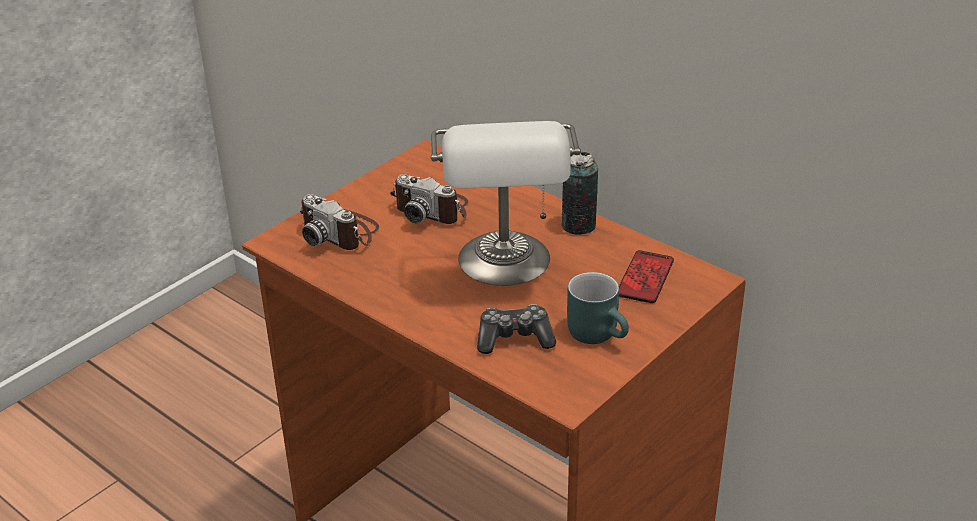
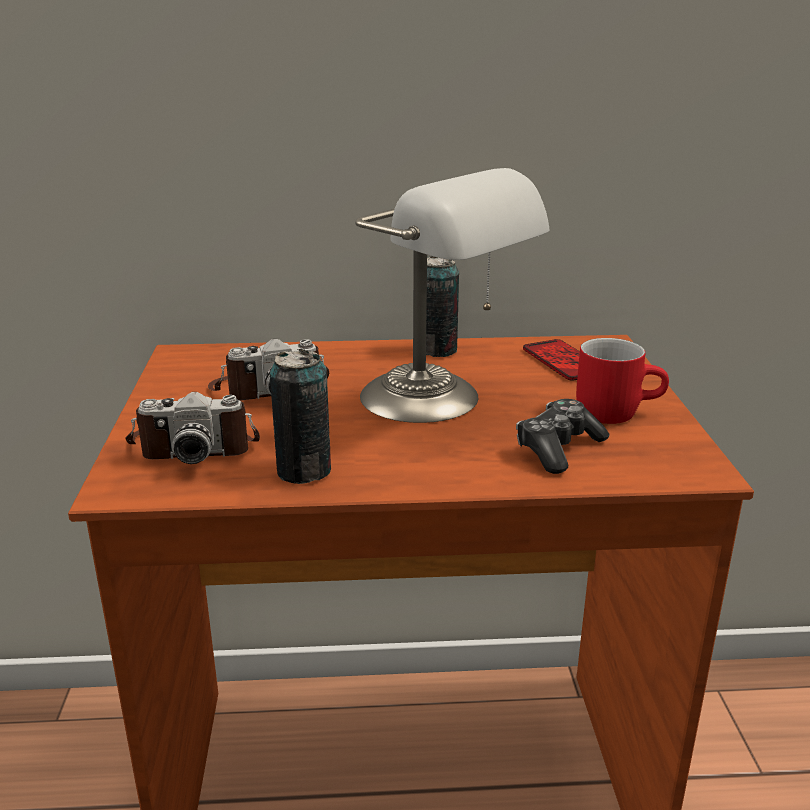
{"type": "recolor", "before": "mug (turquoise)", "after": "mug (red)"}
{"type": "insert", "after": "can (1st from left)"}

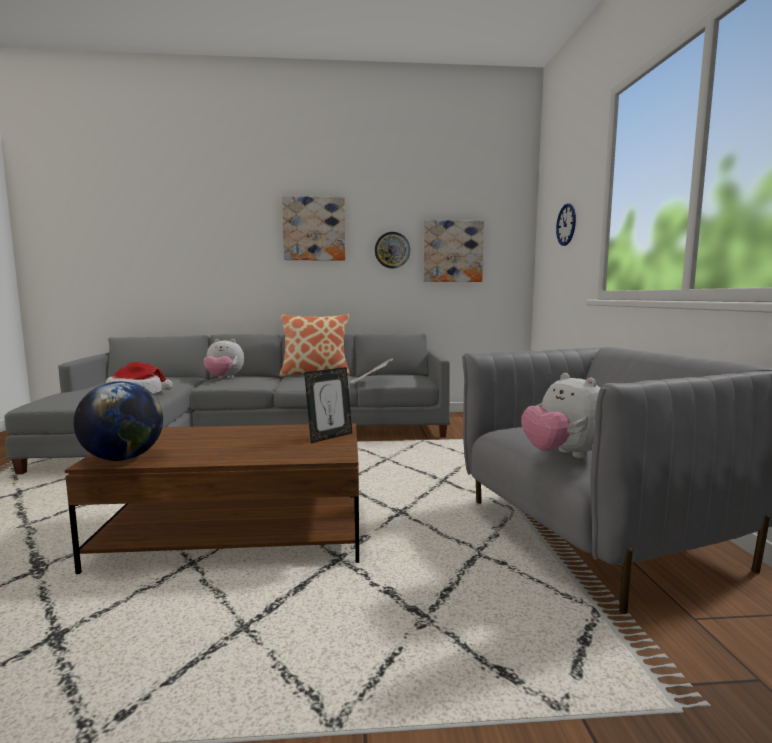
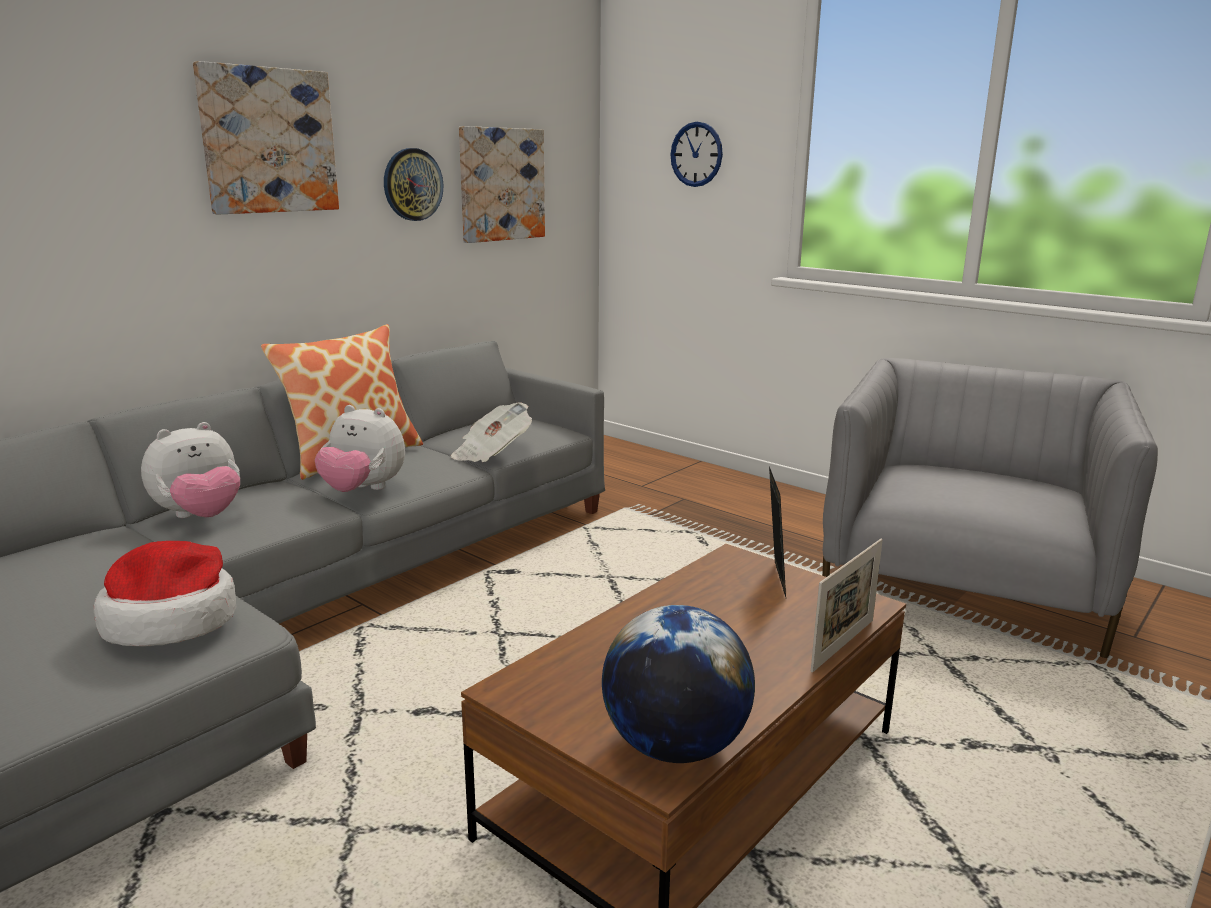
{"type": "move", "before": "plush toy (2nd from left)"}
{"type": "insert", "after": "picture frame (2nd from left)"}

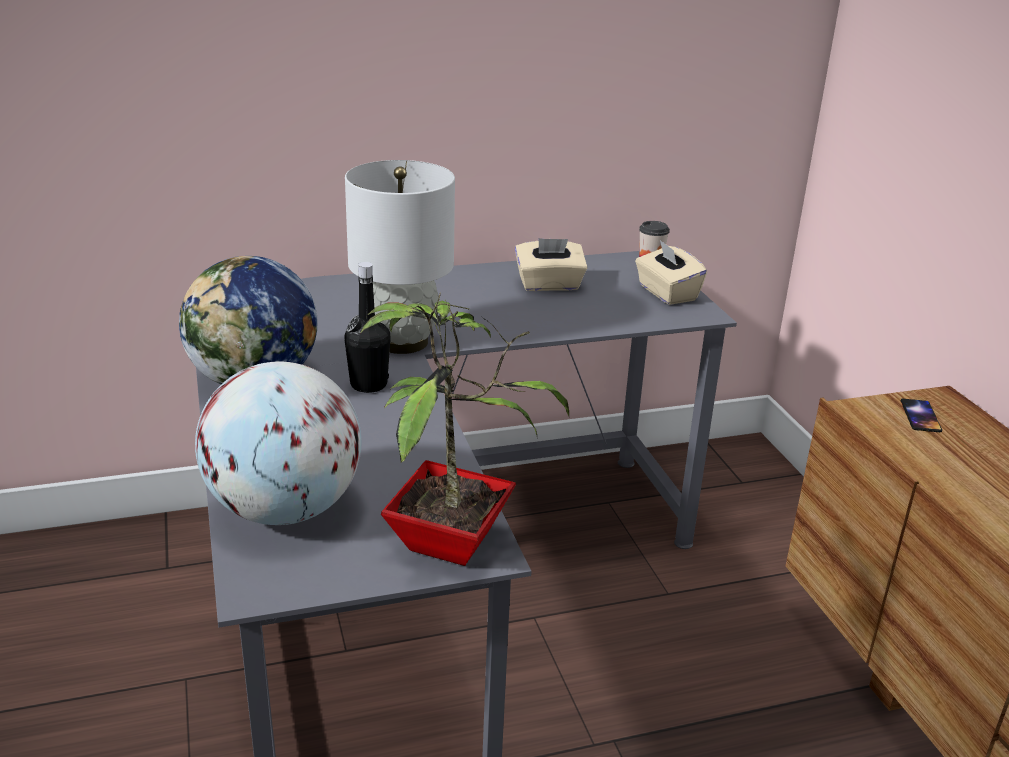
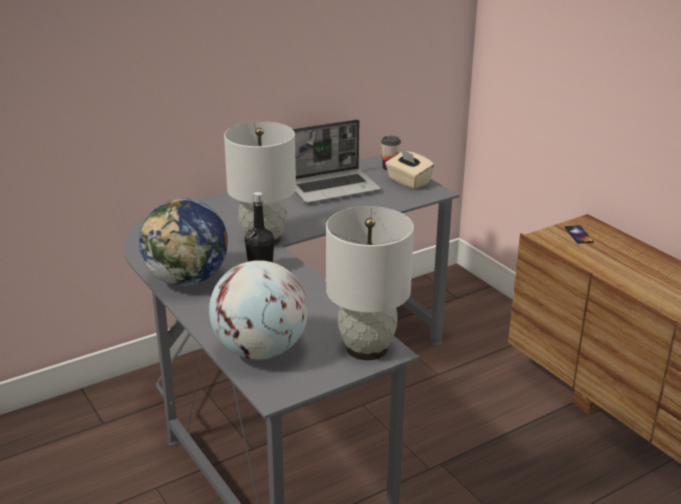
{"type": "replace", "before": "tissue box (beige) (1st from left)", "after": "laptop"}
{"type": "replace", "before": "potted plant", "after": "table lamp (white) (2nd from left)"}

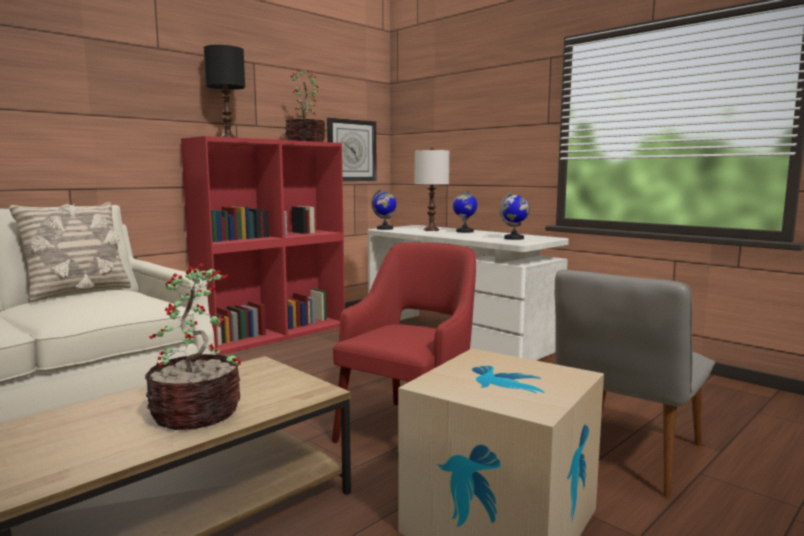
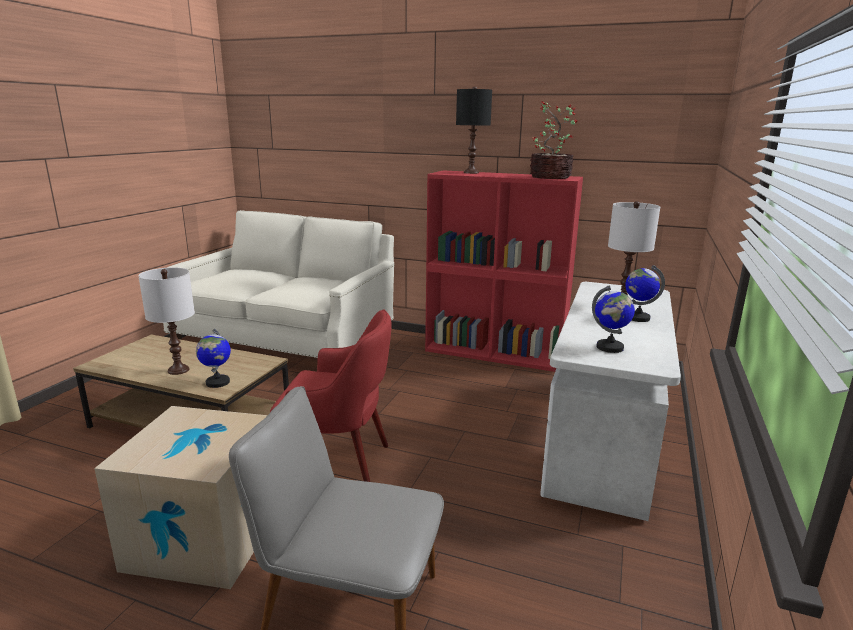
{"type": "delete", "before": "wall clock"}
{"type": "move", "before": "globe (1st from left)"}
{"type": "delete", "before": "pillow (beige)"}
{"type": "replace", "before": "potted plant (1st from left)", "after": "table lamp (white) (1st from left)"}

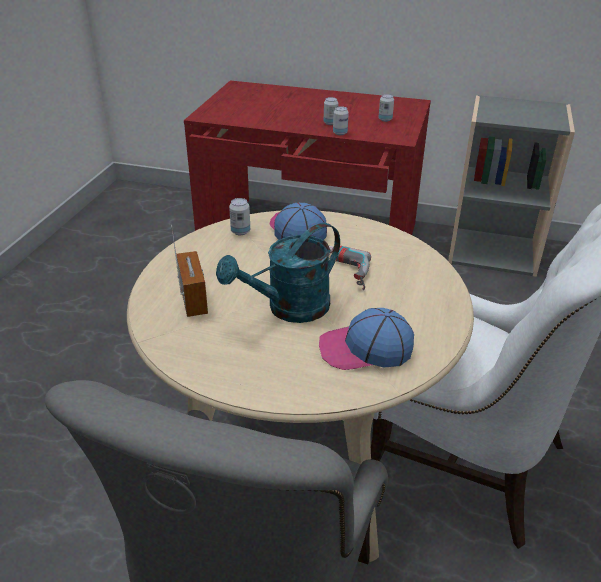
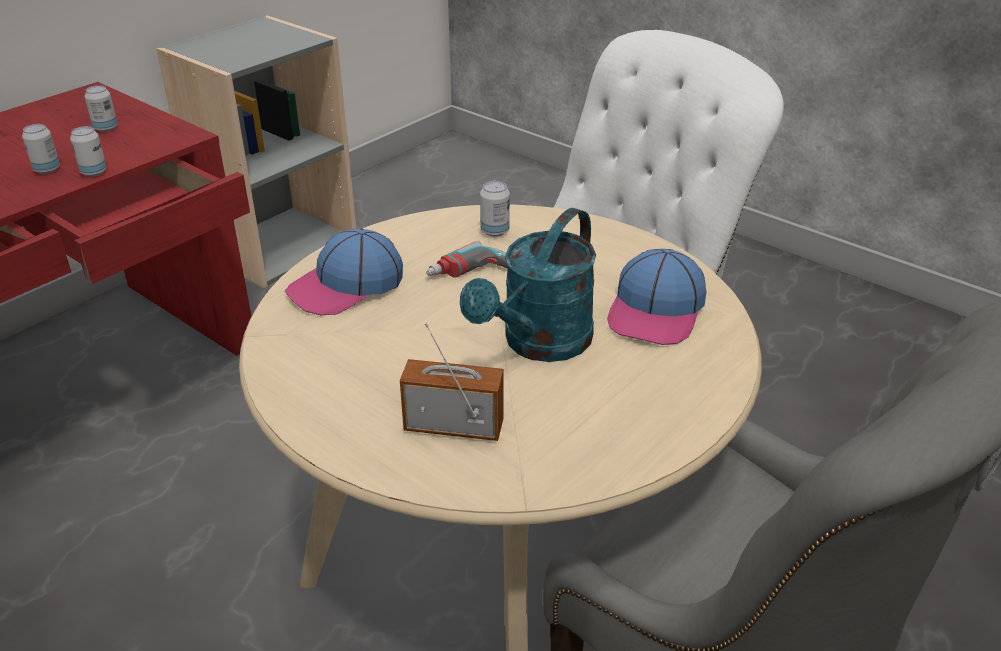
{"type": "move", "before": "can (1st from left in the first image)", "after": "can (4th from left)"}
{"type": "rotate", "before": "cap (1st from left)", "turn": -45}
{"type": "rotate", "before": "watering can (turquoise)", "turn": 45}

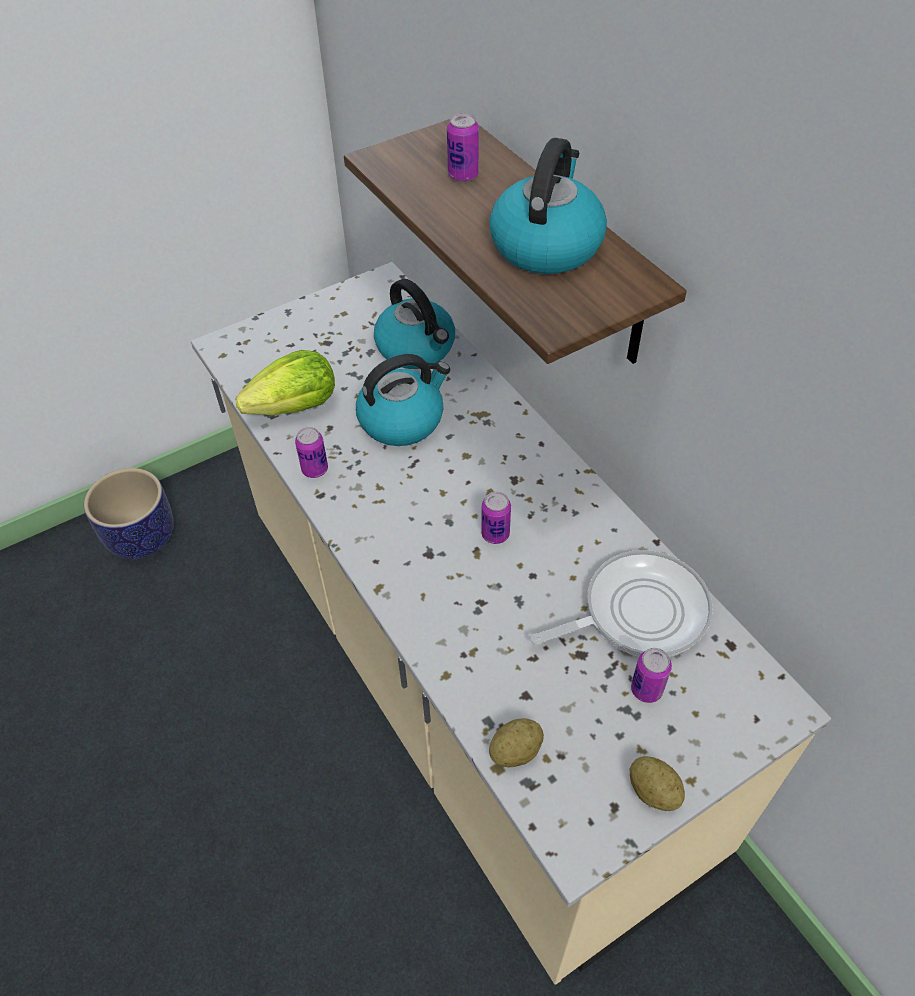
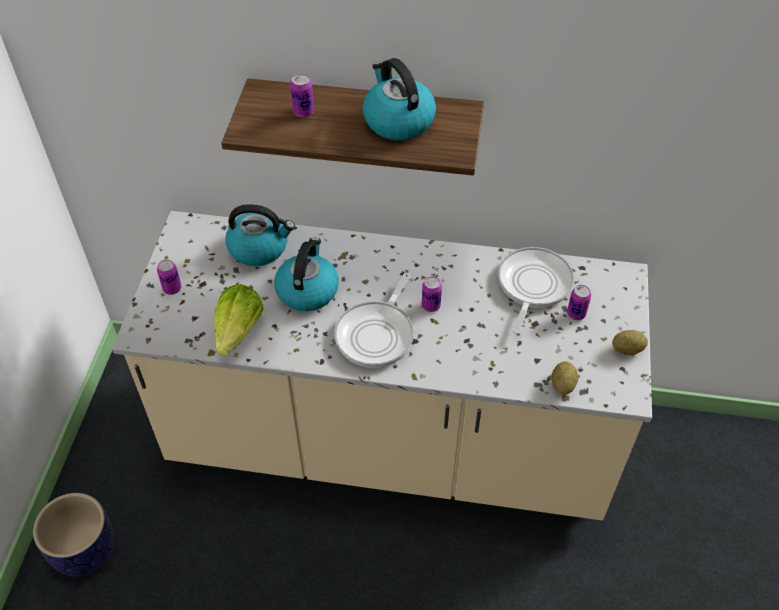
{"type": "move", "before": "can (1st from left)"}
{"type": "insert", "after": "frying pan (1st from left)"}

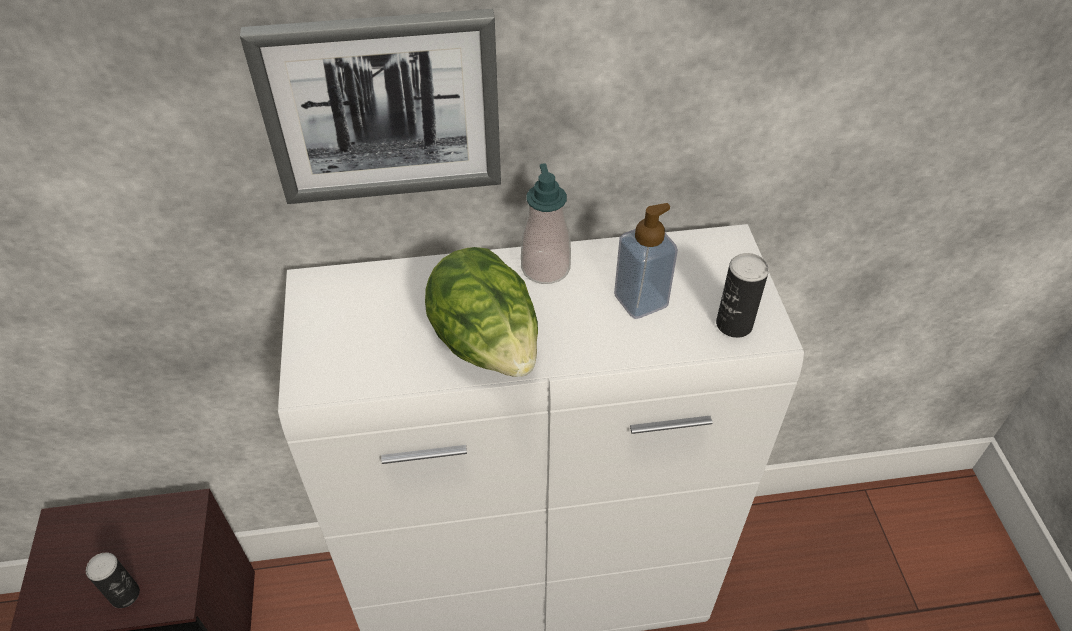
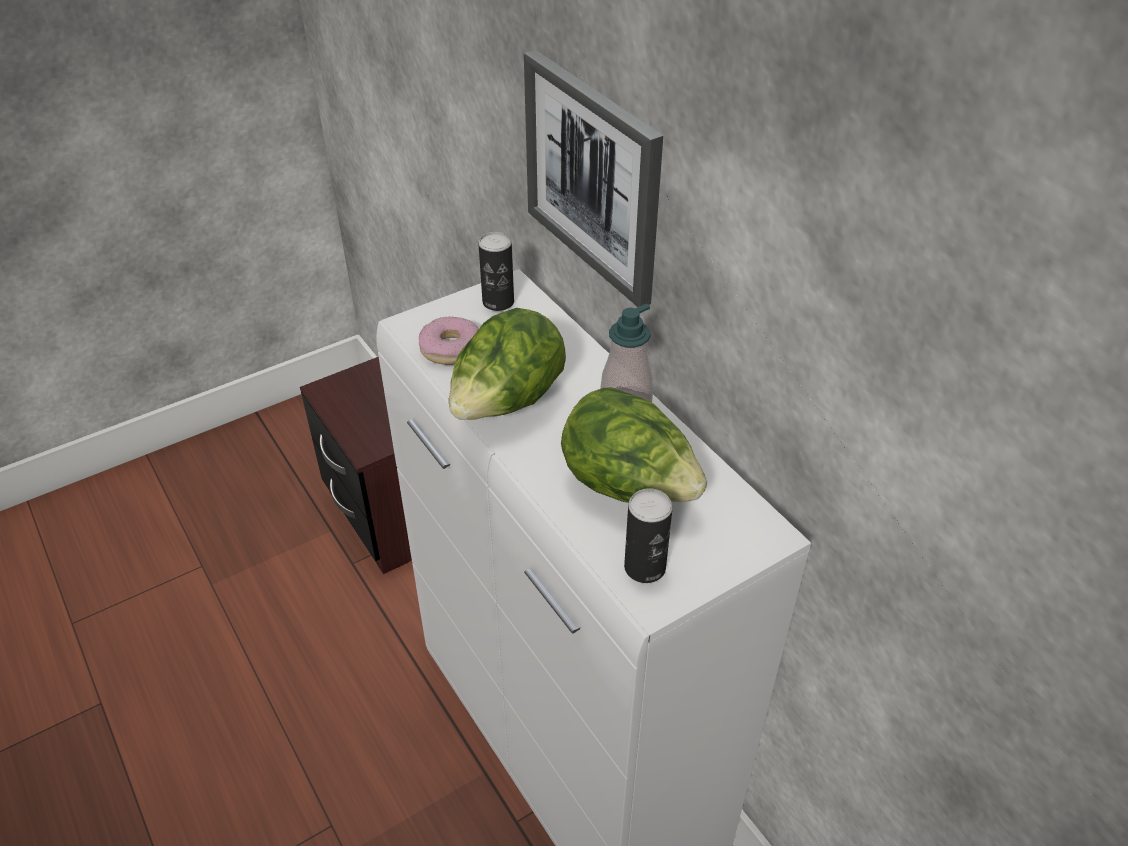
{"type": "replace", "before": "soap dispenser (2nd from left)", "after": "lettuce (2nd from left)"}
{"type": "move", "before": "can (1st from left)"}
{"type": "insert", "after": "donut"}

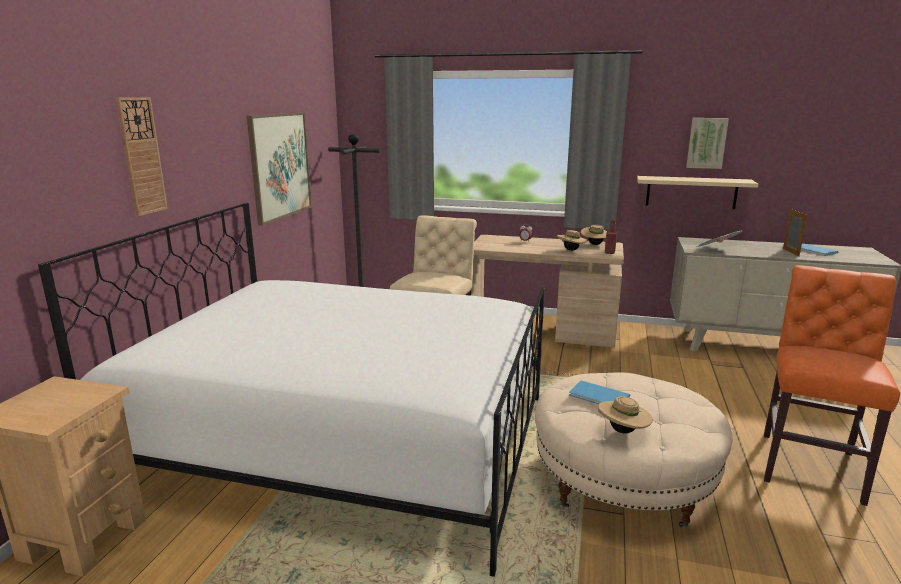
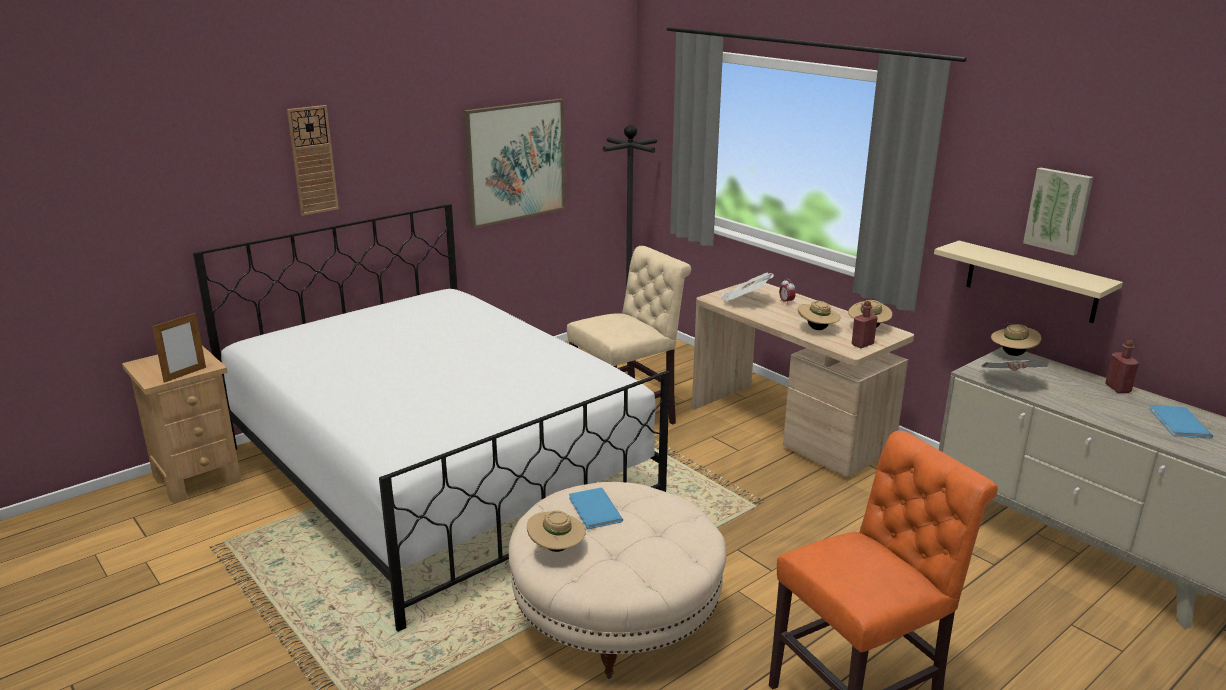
{"type": "move", "before": "picture frame"}
{"type": "insert", "after": "newspaper (1st from left)"}
{"type": "insert", "after": "hat (beige) (4th from left)"}
{"type": "insert", "after": "bottle (red) (2nd from left)"}

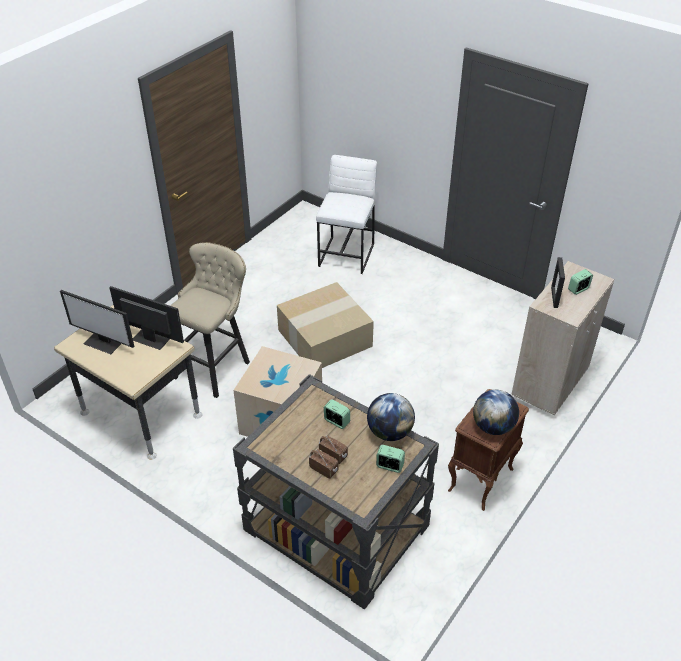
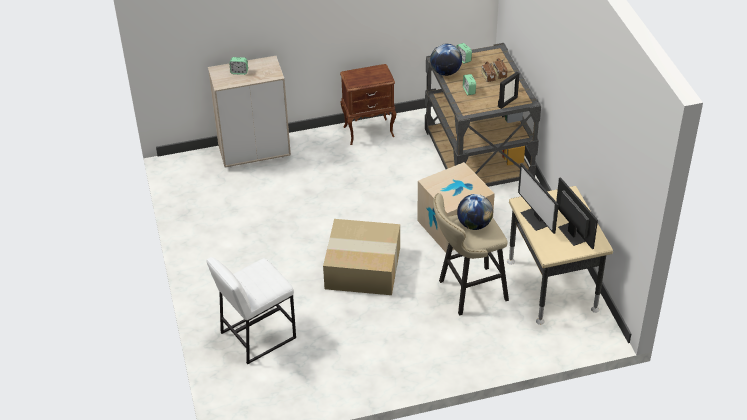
{"type": "move", "before": "picture frame"}
{"type": "move", "before": "globe (2nd from left)"}

